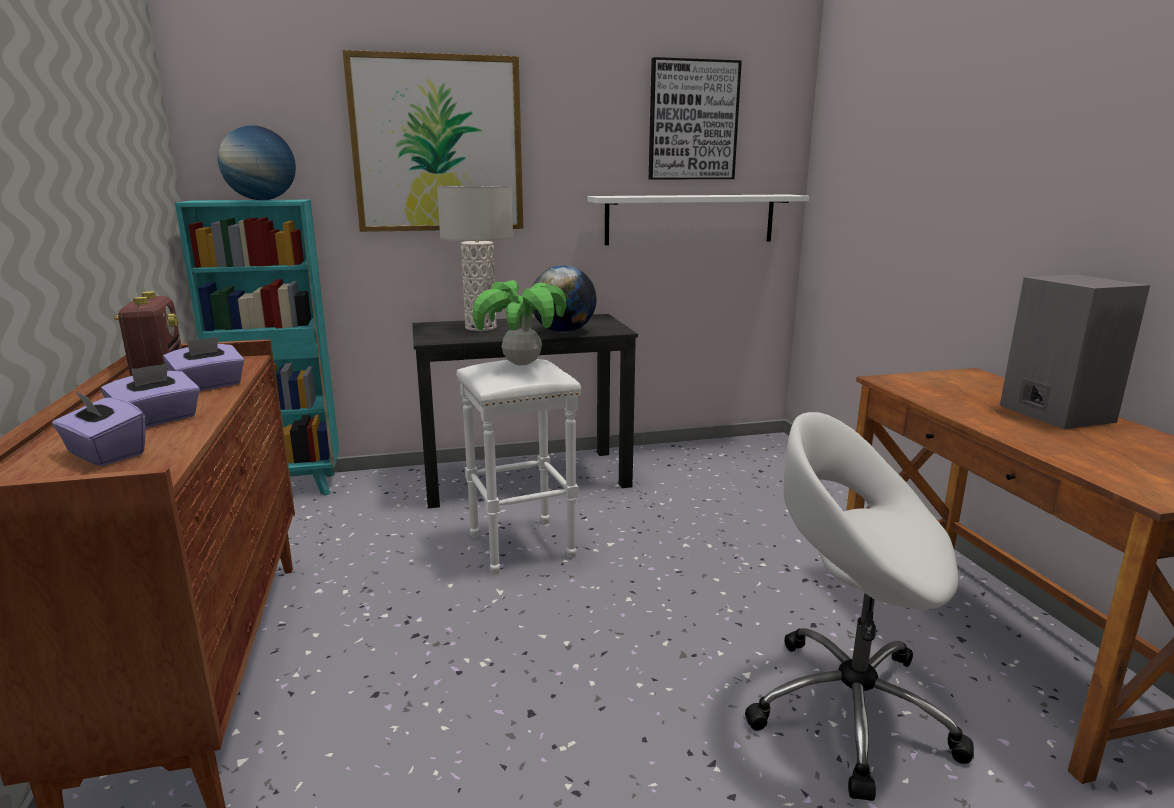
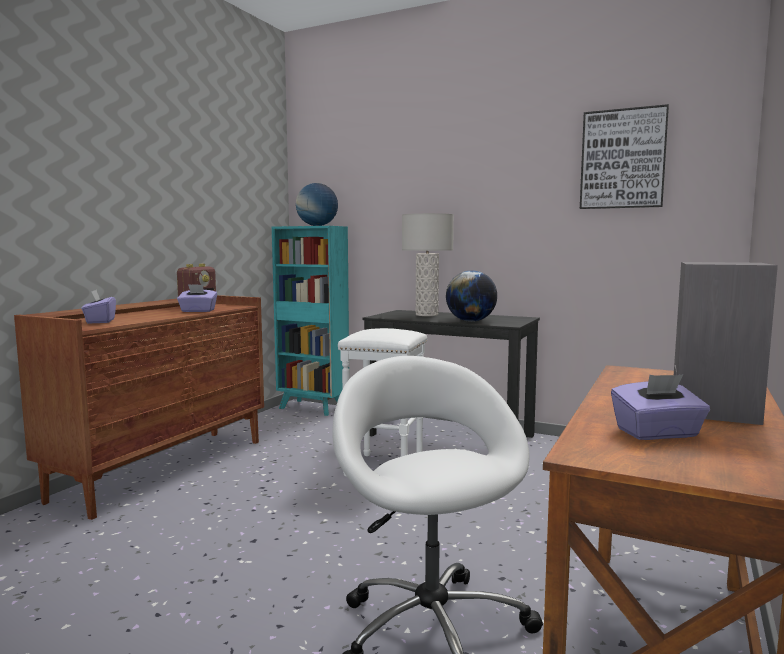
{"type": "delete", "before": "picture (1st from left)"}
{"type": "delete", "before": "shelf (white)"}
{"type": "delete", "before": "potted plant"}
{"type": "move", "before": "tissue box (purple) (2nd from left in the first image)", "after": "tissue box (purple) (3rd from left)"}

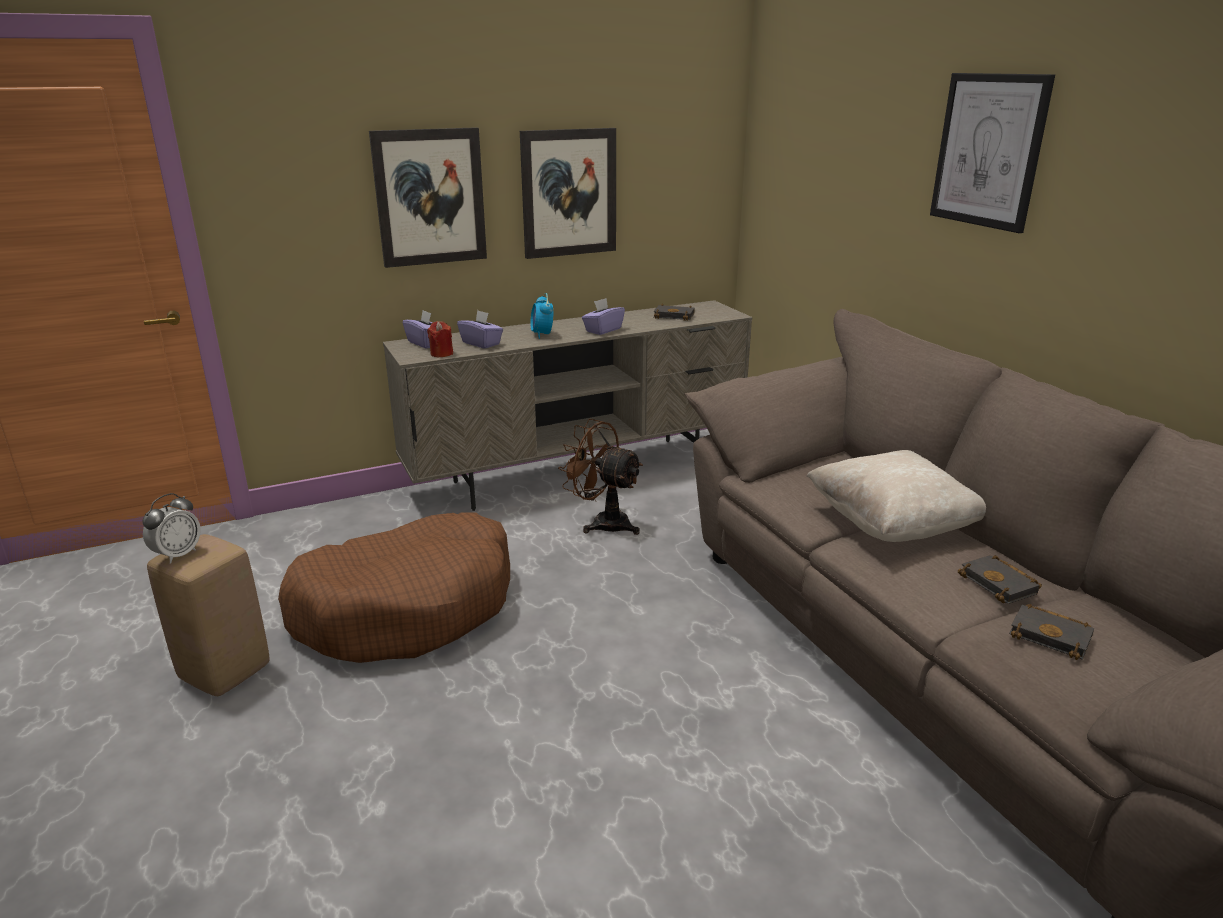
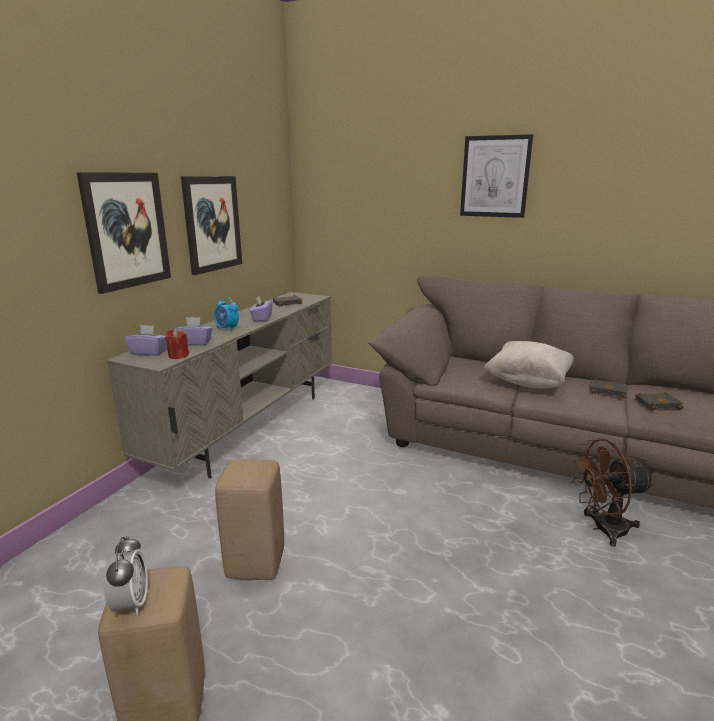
{"type": "move", "before": "fan (brown)"}
{"type": "replace", "before": "dog bed (brown)", "after": "stool (beige) (2nd from left)"}

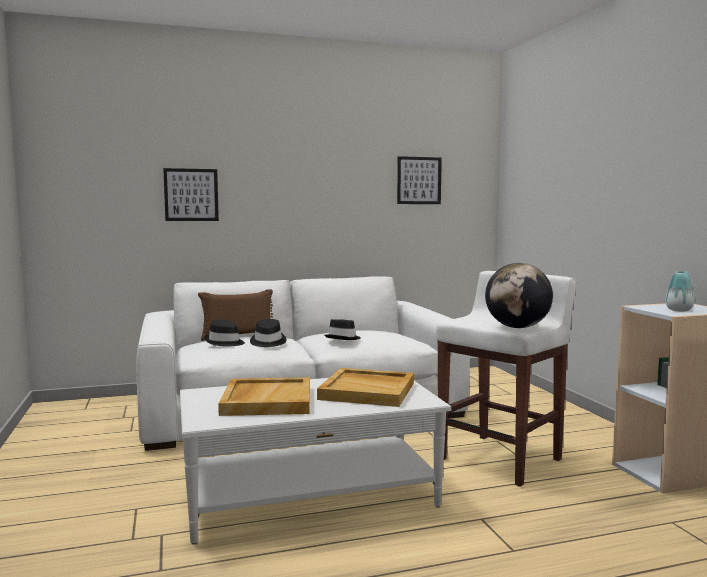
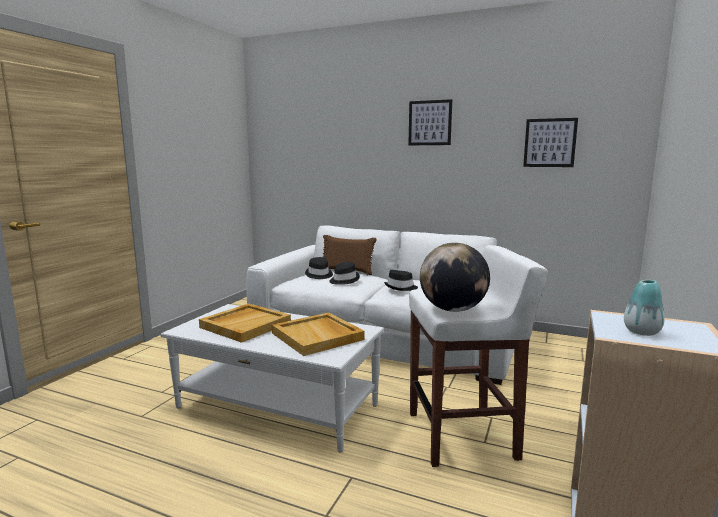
{"type": "move", "before": "picture (1st from left)"}

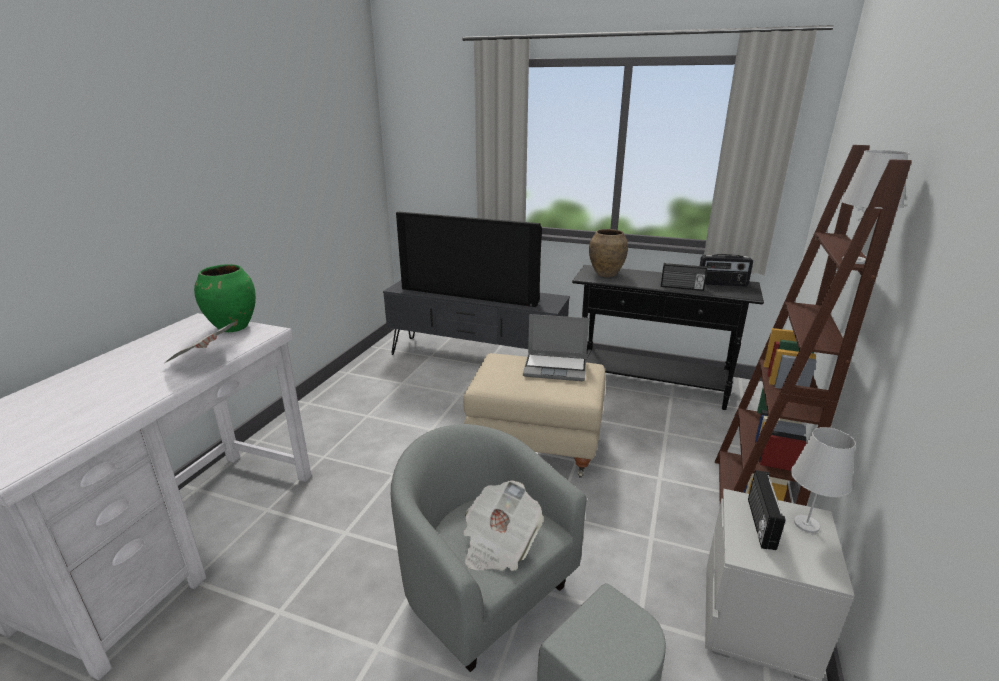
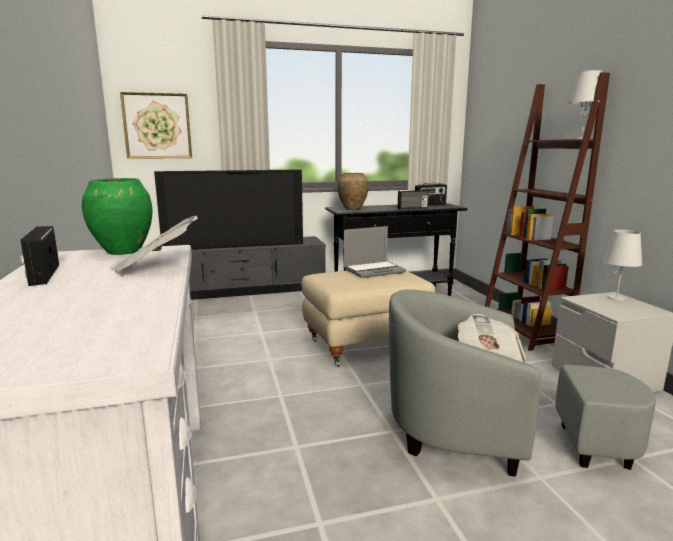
{"type": "move", "before": "radio (3rd from left in the first image)", "after": "radio (1st from left)"}
{"type": "insert", "after": "picture"}

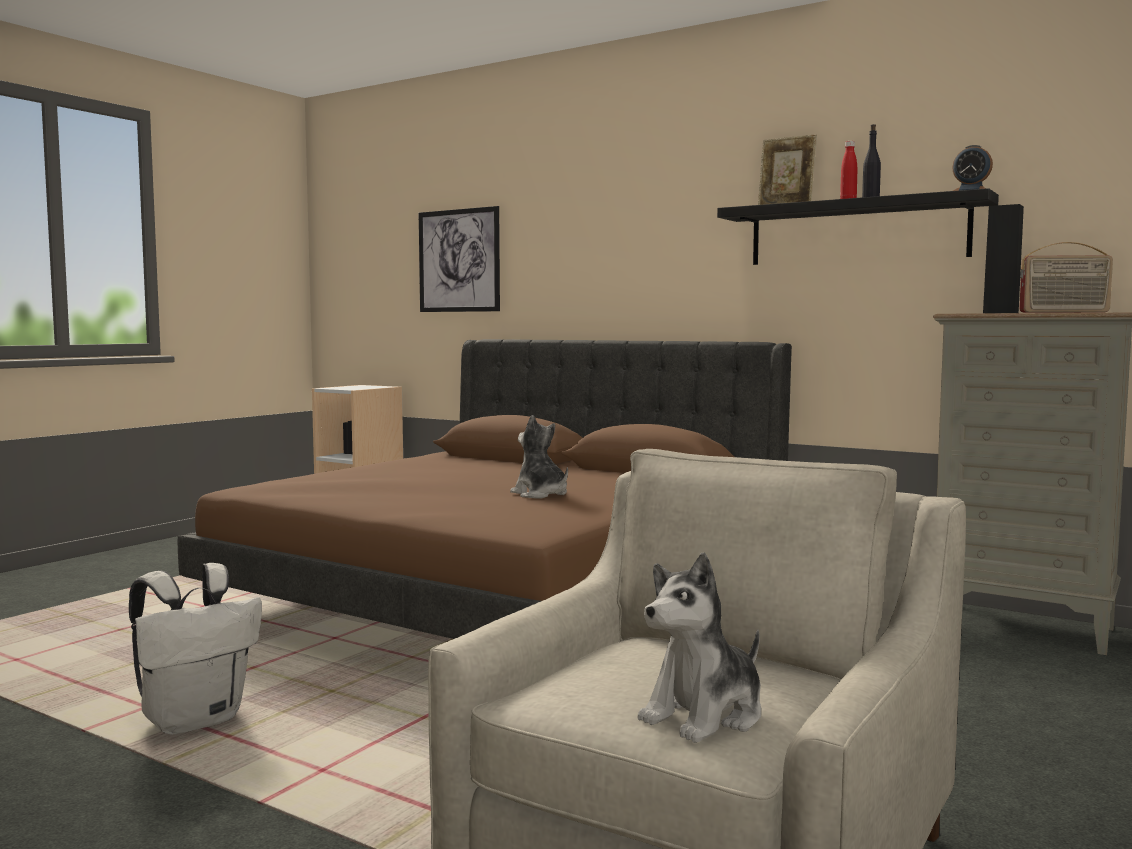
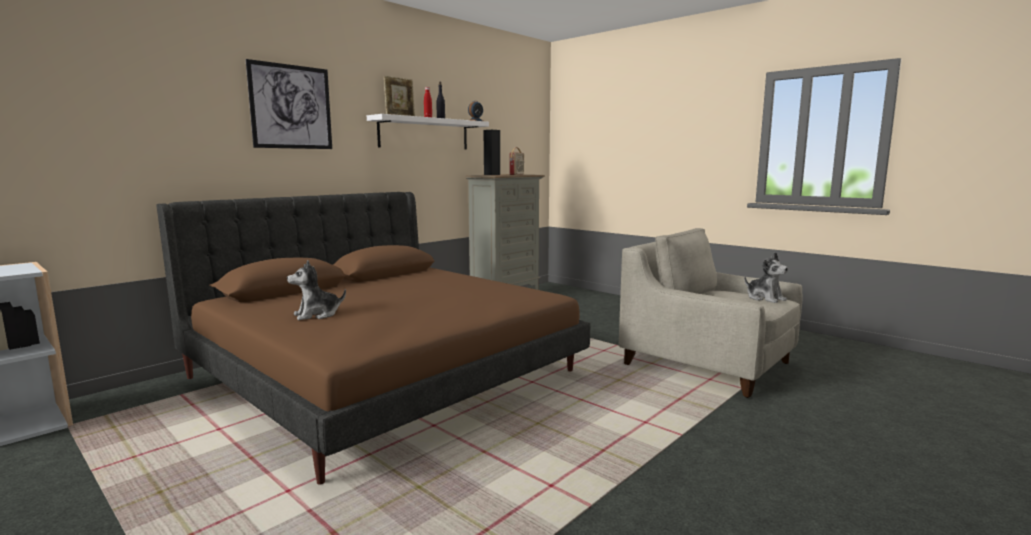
{"type": "recolor", "before": "shelf (black)", "after": "shelf (white)"}
{"type": "move", "before": "picture"}
{"type": "move", "before": "plush toy (1st from left)"}
{"type": "delete", "before": "backpack (white)"}

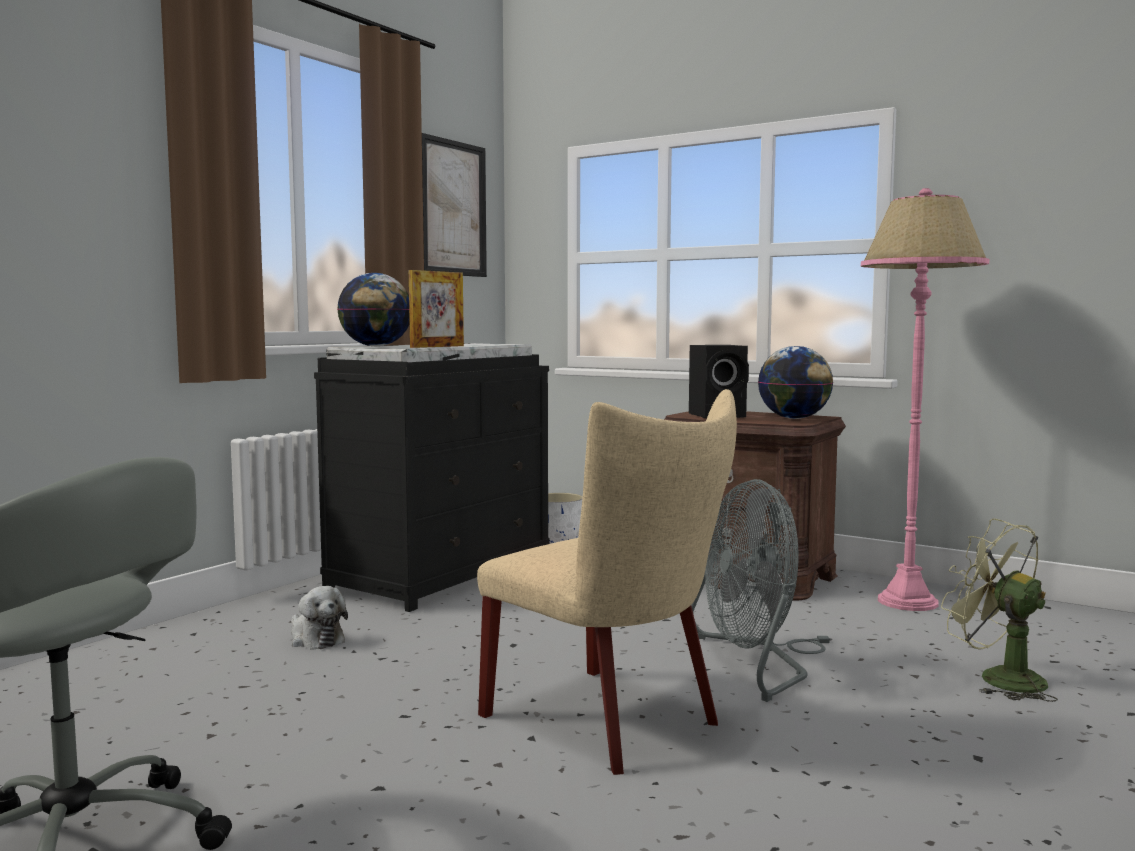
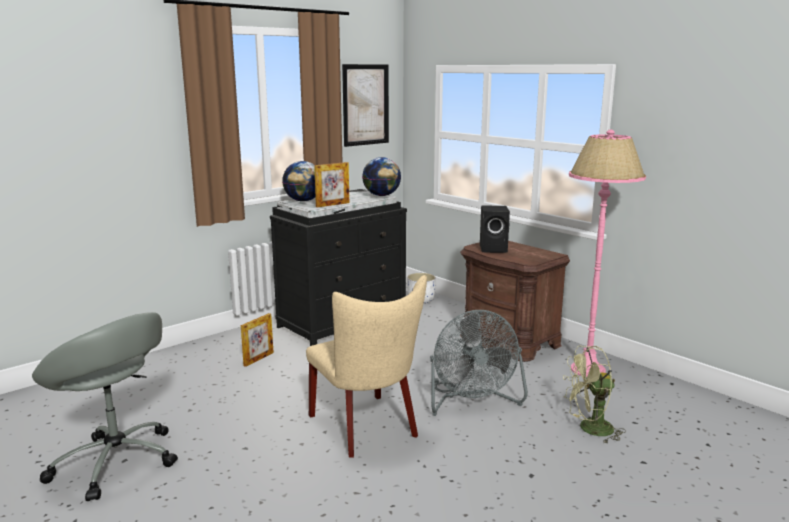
{"type": "move", "before": "globe (2nd from left)"}
{"type": "rotate", "before": "fan (grey)", "turn": -105}
{"type": "rotate", "before": "fan (green)", "turn": -75}
{"type": "replace", "before": "plush toy", "after": "picture frame (1st from left)"}

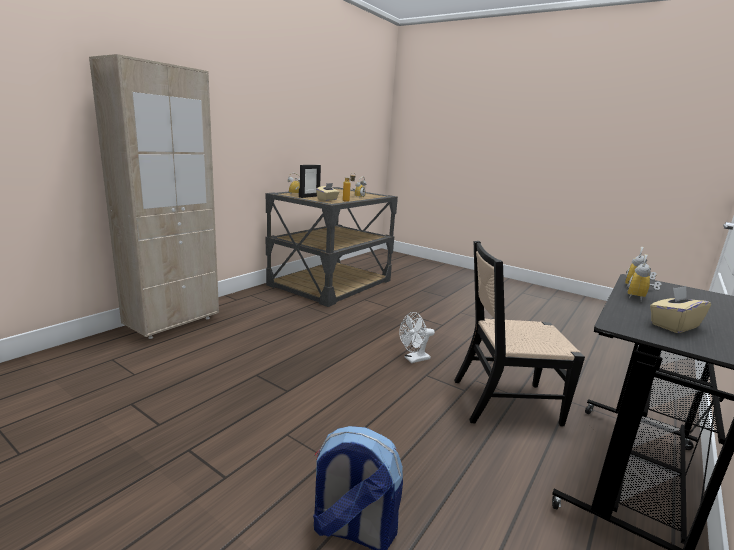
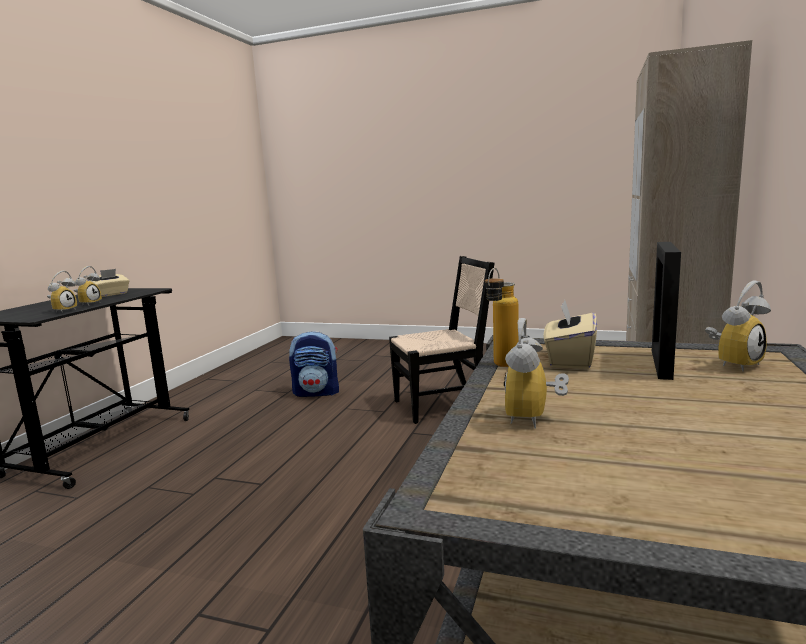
{"type": "move", "before": "chair"}
{"type": "delete", "before": "fan (white)"}

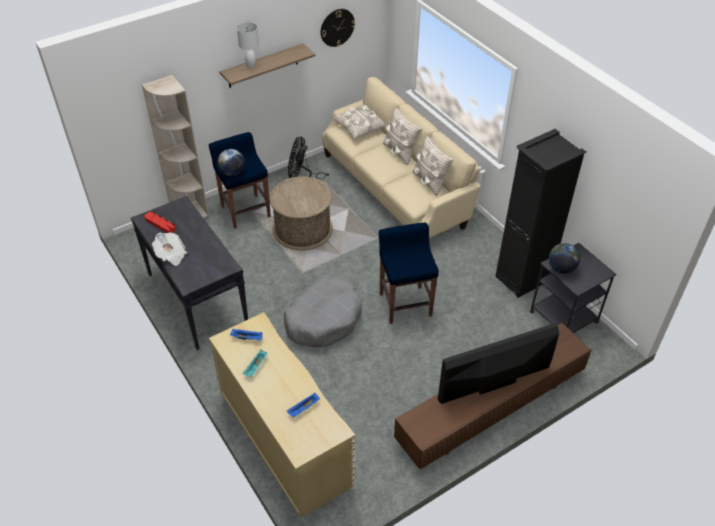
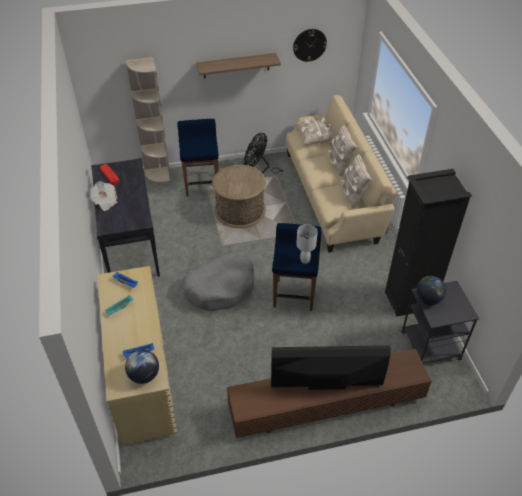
{"type": "move", "before": "table lamp (white)"}
{"type": "move", "before": "globe (1st from left)"}

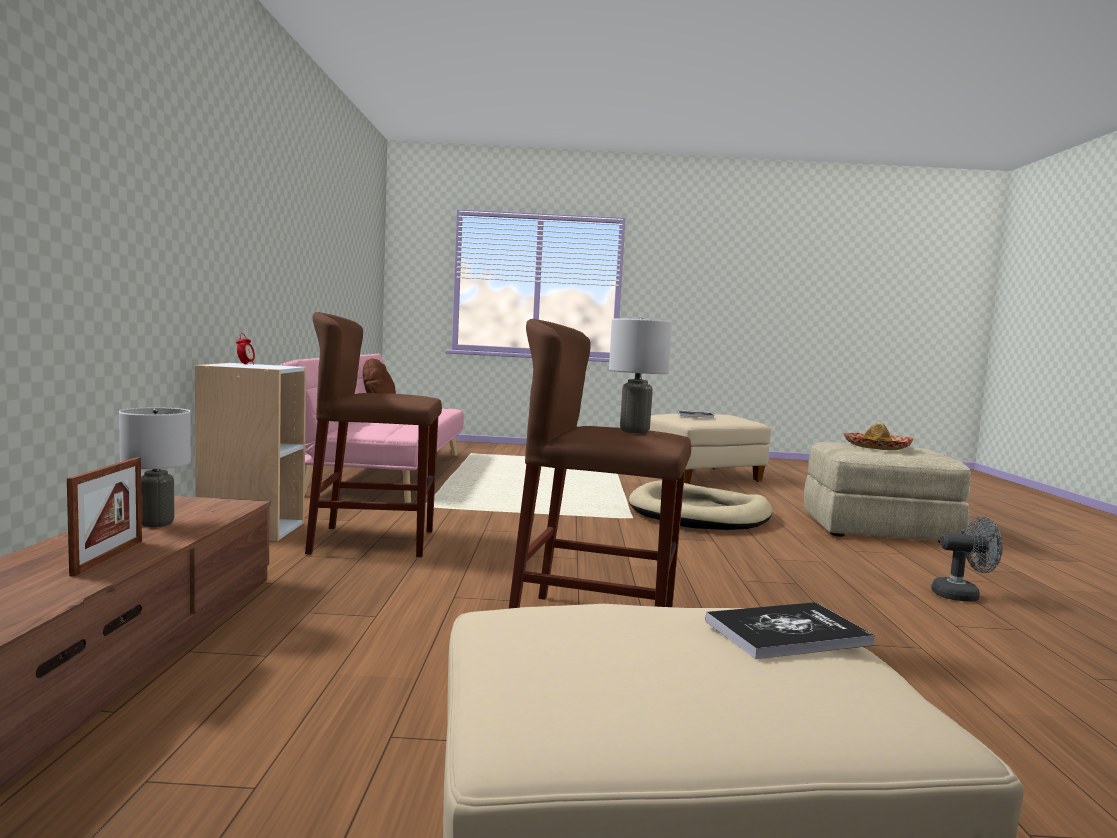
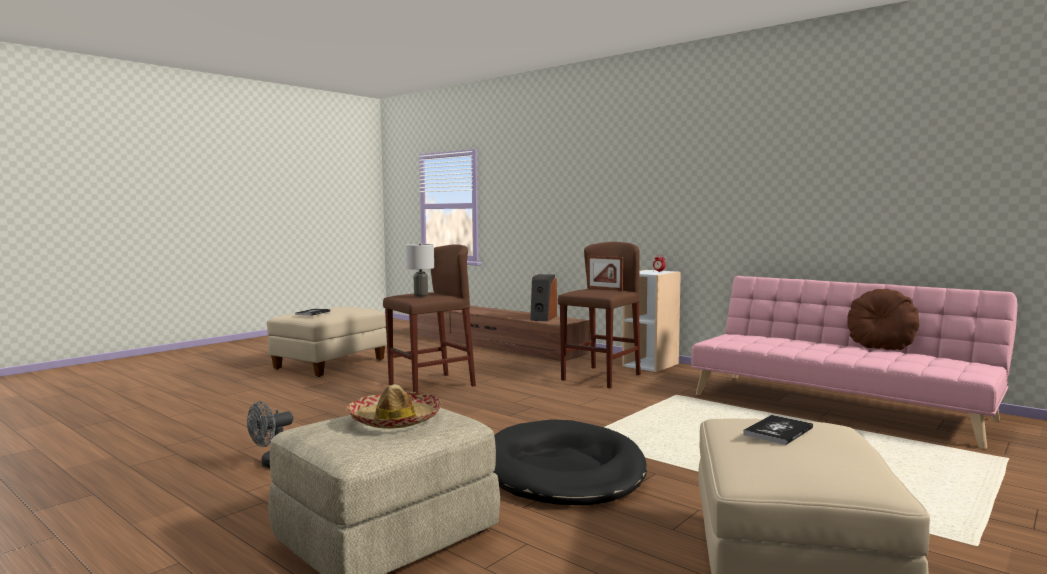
{"type": "replace", "before": "table lamp (white) (1st from left)", "after": "speaker"}
{"type": "move", "before": "picture frame"}
{"type": "recolor", "before": "dog bed (beige)", "after": "dog bed (black)"}

